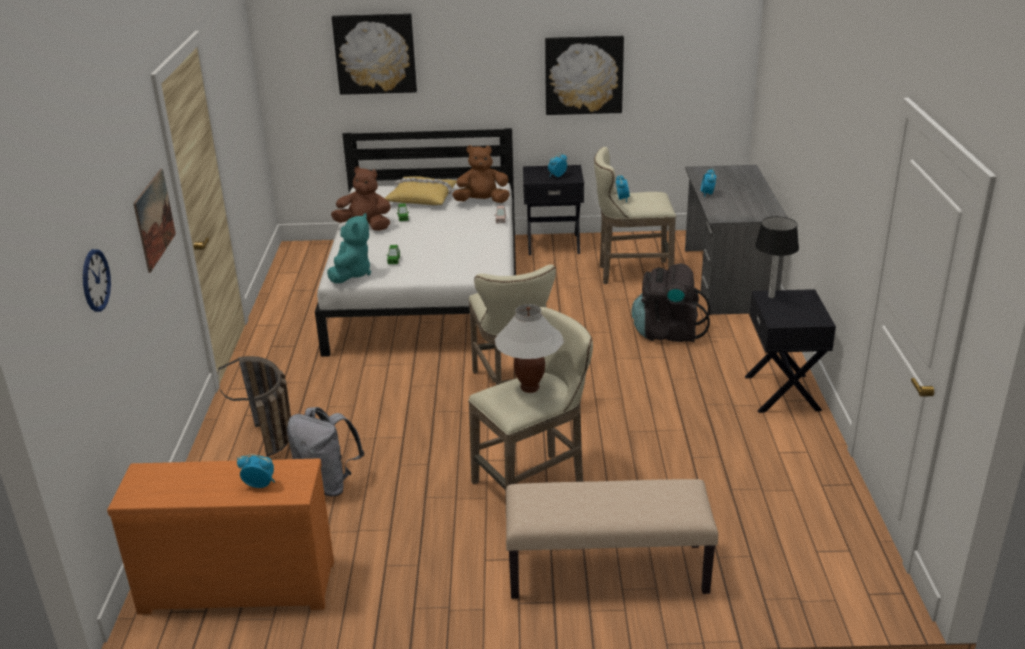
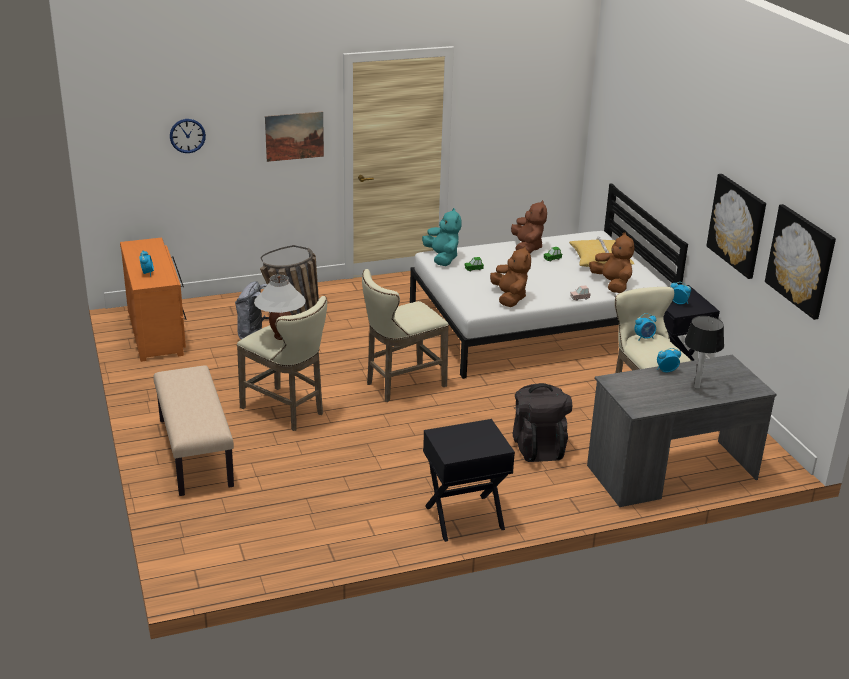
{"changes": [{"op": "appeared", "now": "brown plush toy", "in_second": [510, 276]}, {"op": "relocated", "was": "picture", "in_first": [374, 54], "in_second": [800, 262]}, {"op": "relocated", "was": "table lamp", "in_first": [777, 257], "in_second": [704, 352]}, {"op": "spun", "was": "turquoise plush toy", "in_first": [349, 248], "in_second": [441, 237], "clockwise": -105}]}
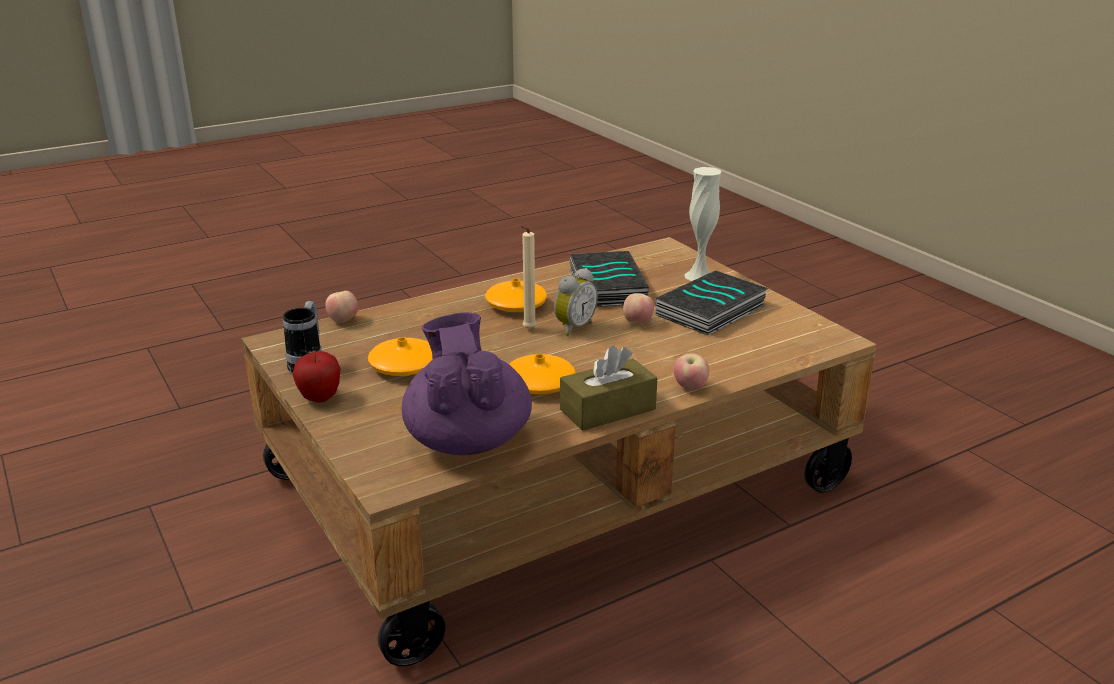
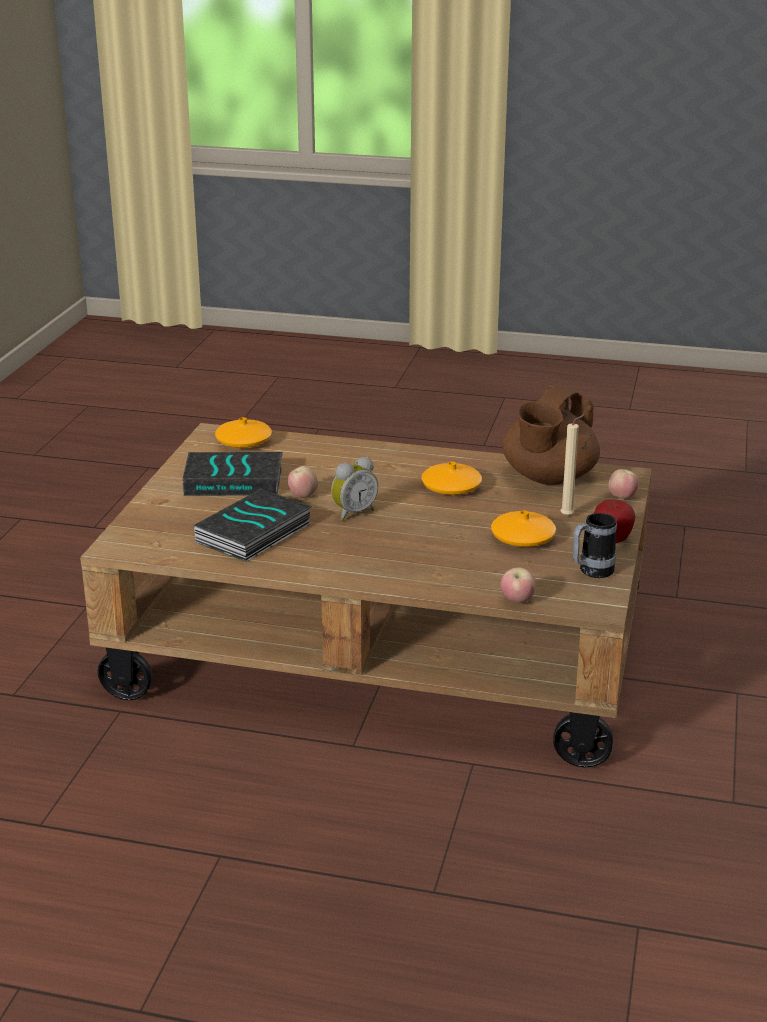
{"changes": [{"op": "missing", "was": "brown tissue box", "in_first": [609, 388]}, {"op": "missing", "was": "white vase", "in_first": [703, 224]}, {"op": "relocated", "was": "orange vase", "in_first": [516, 295], "in_second": [243, 432]}, {"op": "relocated", "was": "beige candle", "in_first": [529, 277], "in_second": [572, 465]}, {"op": "relocated", "was": "apple", "in_first": [691, 372], "in_second": [623, 484]}, {"op": "colour", "was": "purple teapot", "now": "brown teapot", "in_first": [466, 383], "in_second": [551, 435]}, {"op": "spun", "was": "alarm clock", "in_first": [576, 302], "in_second": [354, 489], "clockwise": 150}]}
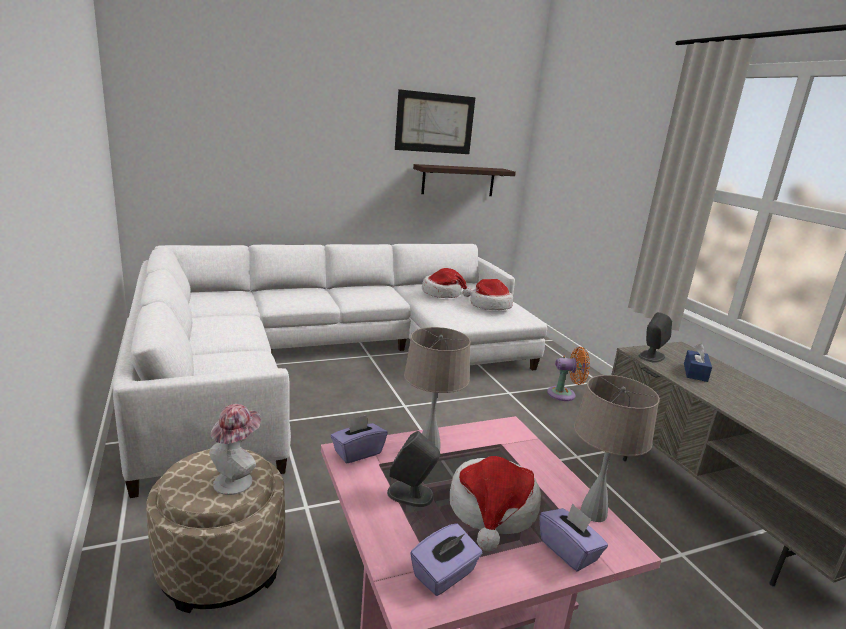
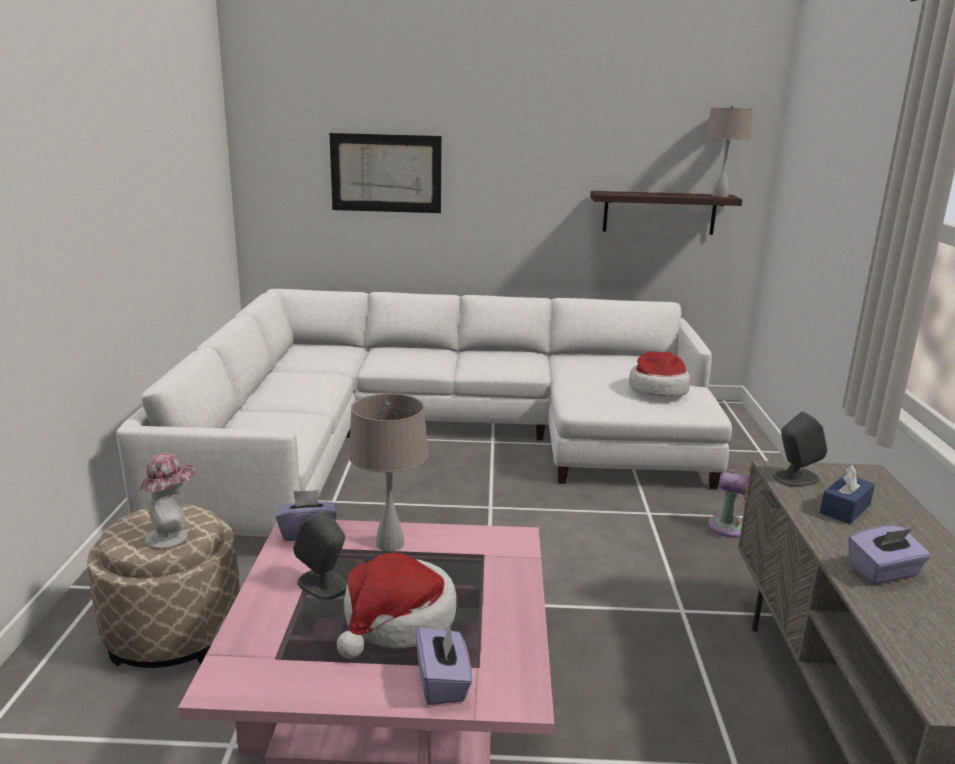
{"changes": [{"op": "missing", "was": "hat", "in_first": [447, 283]}, {"op": "relocated", "was": "picture", "in_first": [435, 121], "in_second": [386, 173]}, {"op": "relocated", "was": "purple tissue box", "in_first": [446, 559], "in_second": [889, 555]}, {"op": "relocated", "was": "beige table lamp", "in_first": [617, 448], "in_second": [728, 151]}]}
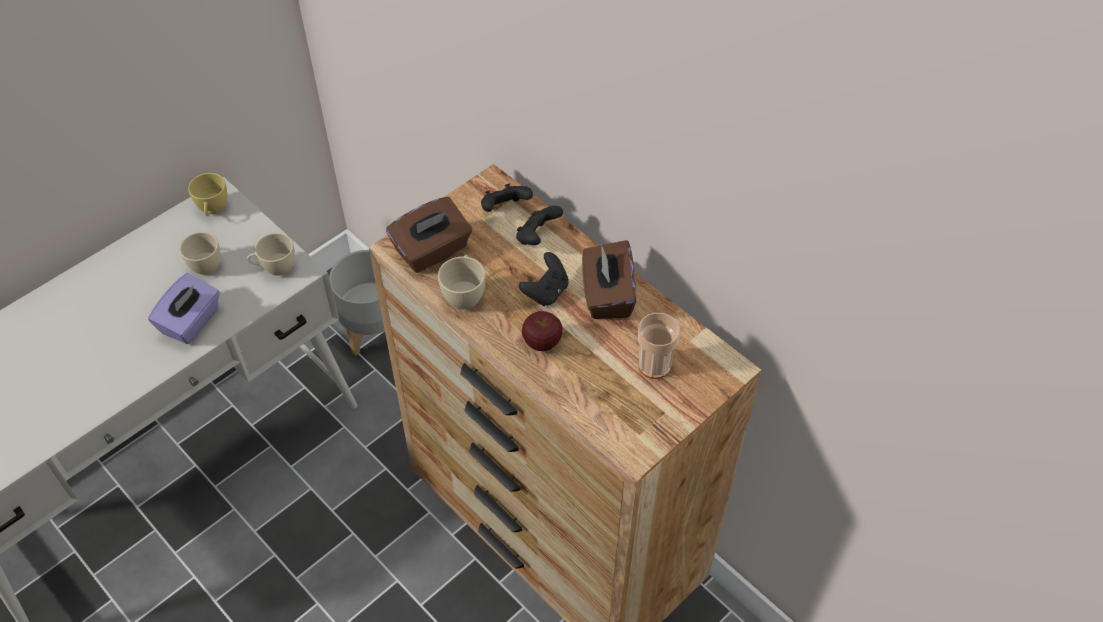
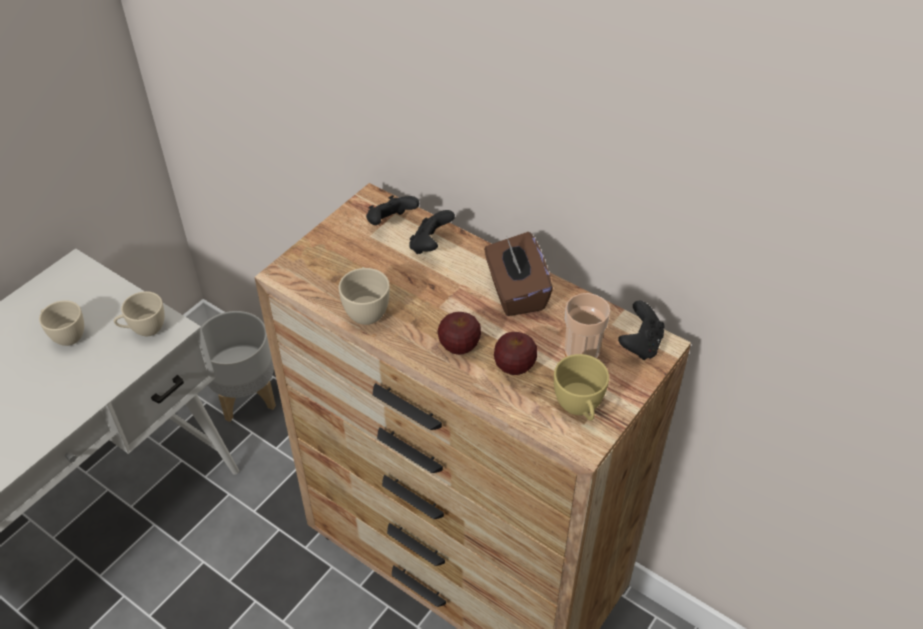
{"changes": [{"op": "missing", "was": "purple tissue box", "in_first": [184, 308]}, {"op": "missing", "was": "brown tissue box", "in_first": [429, 235]}, {"op": "appeared", "now": "apple", "in_second": [515, 353]}, {"op": "relocated", "was": "yellow cup", "in_first": [207, 194], "in_second": [581, 387]}, {"op": "relocated", "was": "black game controller", "in_first": [544, 279], "in_second": [641, 330]}]}
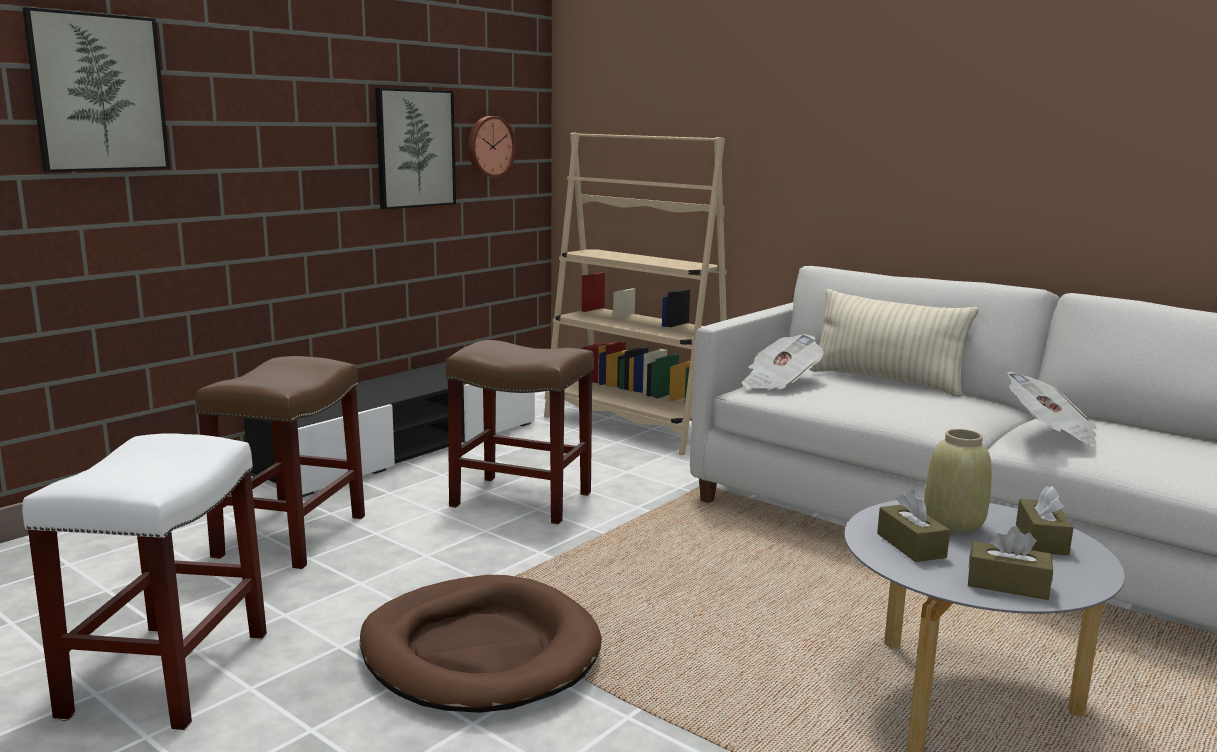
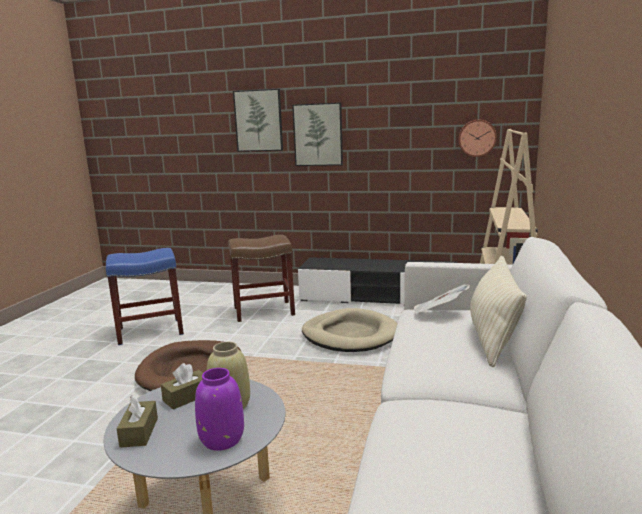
{"changes": [{"op": "missing", "was": "newspaper", "in_first": [1052, 409]}, {"op": "relocated", "was": "picture", "in_first": [415, 148], "in_second": [317, 134]}, {"op": "exchanged", "was": "brown stool", "now": "beige dog bed", "in_first": [520, 432], "in_second": [350, 330]}, {"op": "exchanged", "was": "brown tissue box", "now": "purple vase", "in_first": [1044, 520], "in_second": [219, 409]}, {"op": "colour", "was": "white stool", "now": "blue stool", "in_first": [144, 581], "in_second": [145, 296]}]}
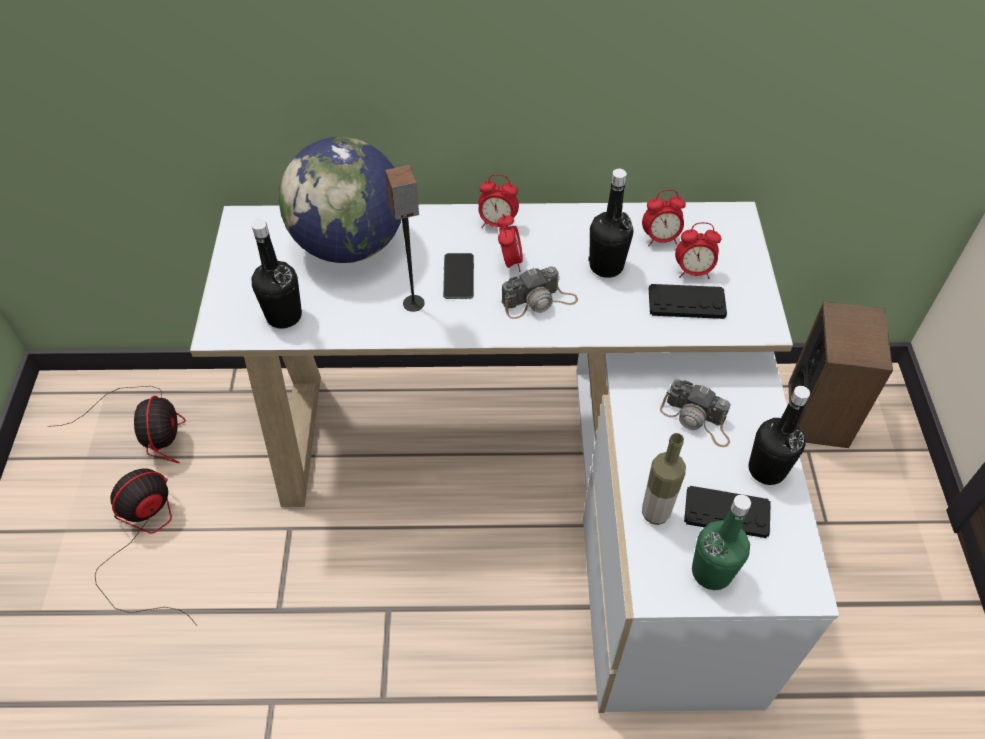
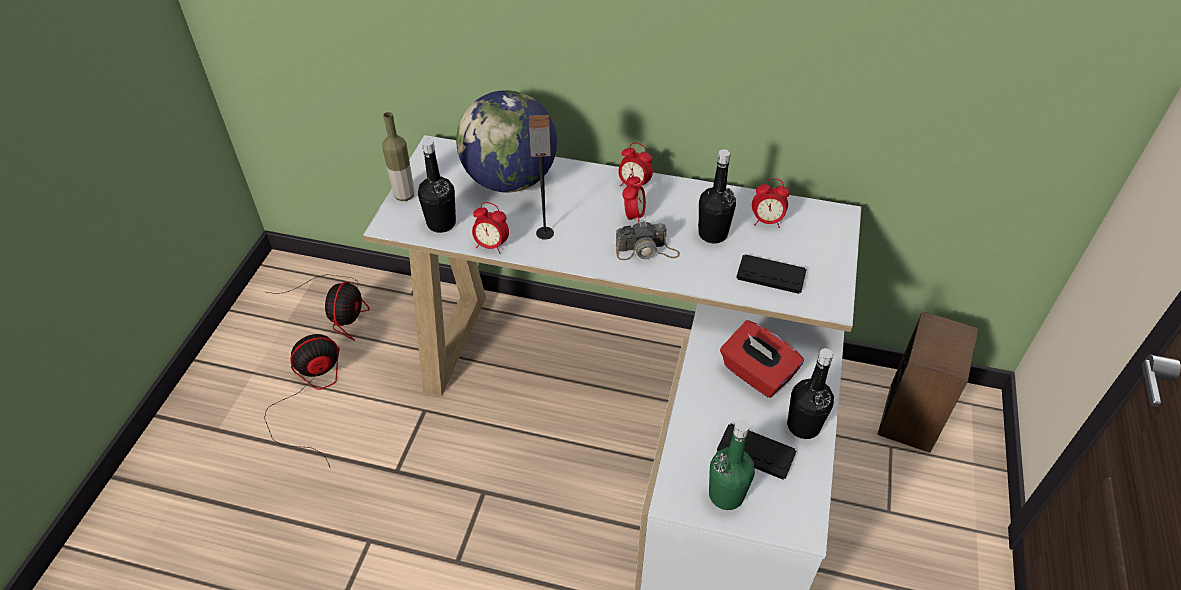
{"changes": [{"op": "missing", "was": "phone", "in_first": [458, 276]}, {"op": "relocated", "was": "bottle", "in_first": [664, 479], "in_second": [398, 156]}, {"op": "relocated", "was": "alarm clock", "in_first": [698, 250], "in_second": [490, 228]}, {"op": "exchanged", "was": "photo camera", "now": "red tissue box", "in_first": [695, 413], "in_second": [762, 359]}]}
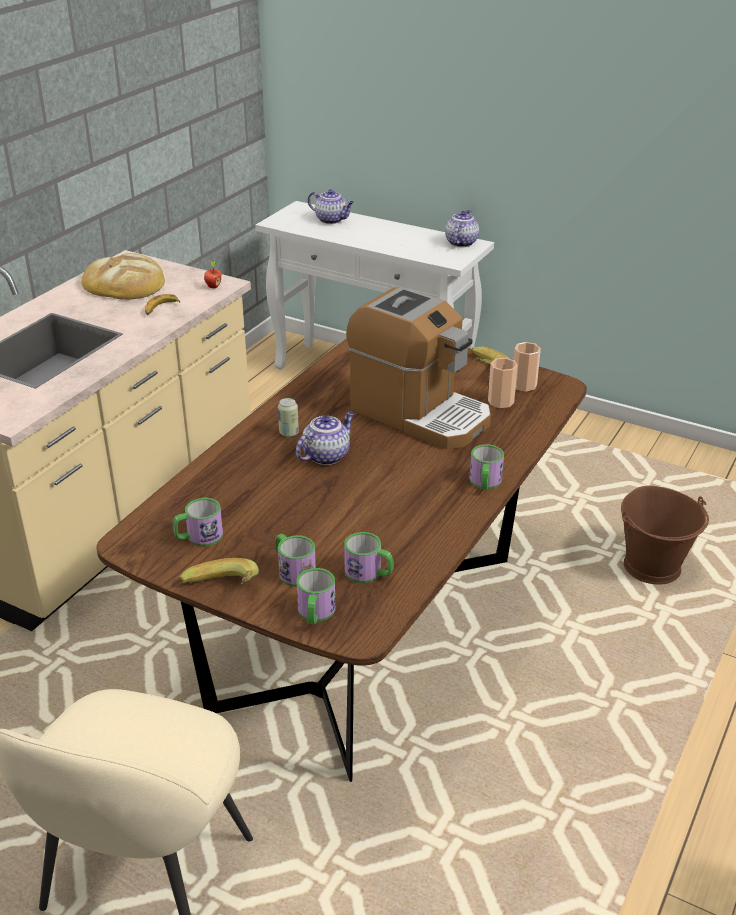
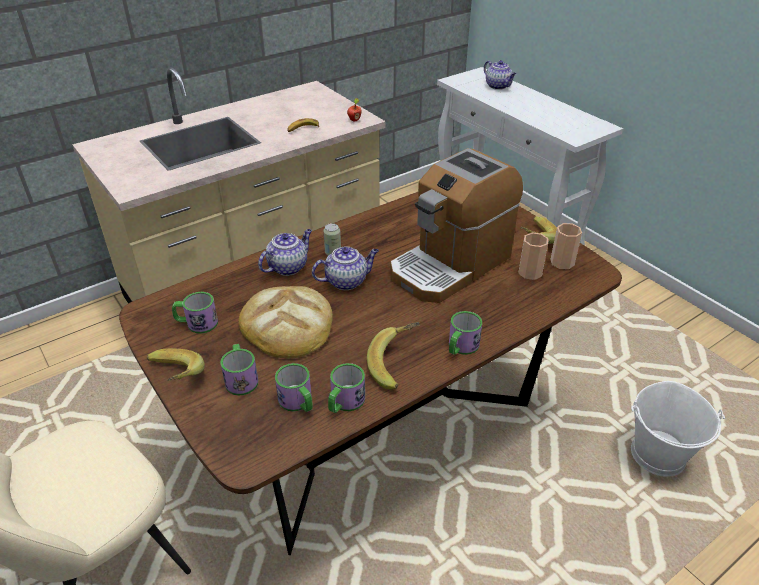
{"changes": [{"op": "appeared", "now": "banana", "in_second": [393, 355]}, {"op": "relocated", "was": "bread", "in_first": [123, 276], "in_second": [286, 322]}, {"op": "relocated", "was": "mug", "in_first": [316, 596], "in_second": [346, 388]}, {"op": "relocated", "was": "teapot", "in_first": [462, 228], "in_second": [285, 252]}, {"op": "colour", "was": "brown bucket", "now": "white bucket", "in_first": [665, 535], "in_second": [678, 429]}, {"op": "spun", "was": "coffee machine", "in_first": [418, 368], "in_second": [456, 225], "clockwise": 75}]}
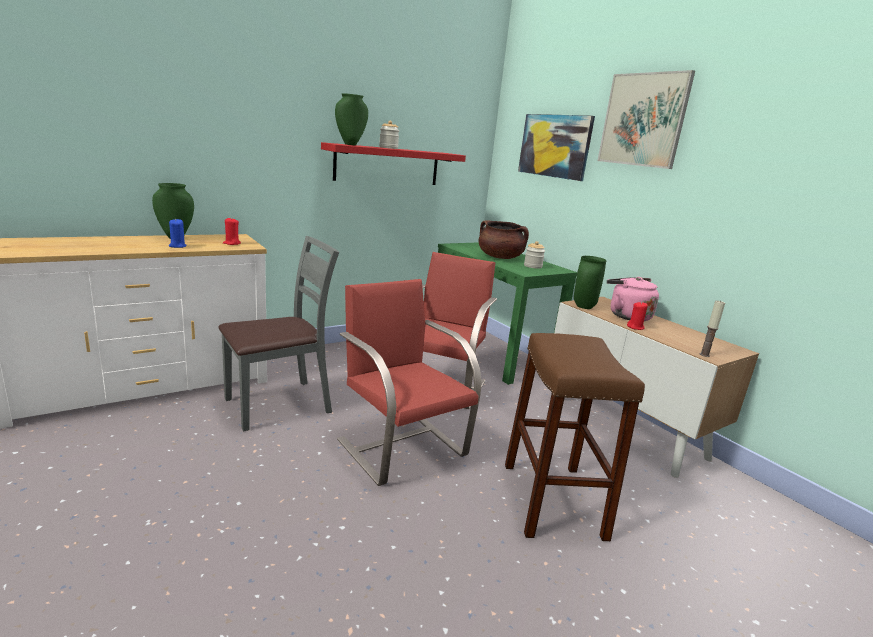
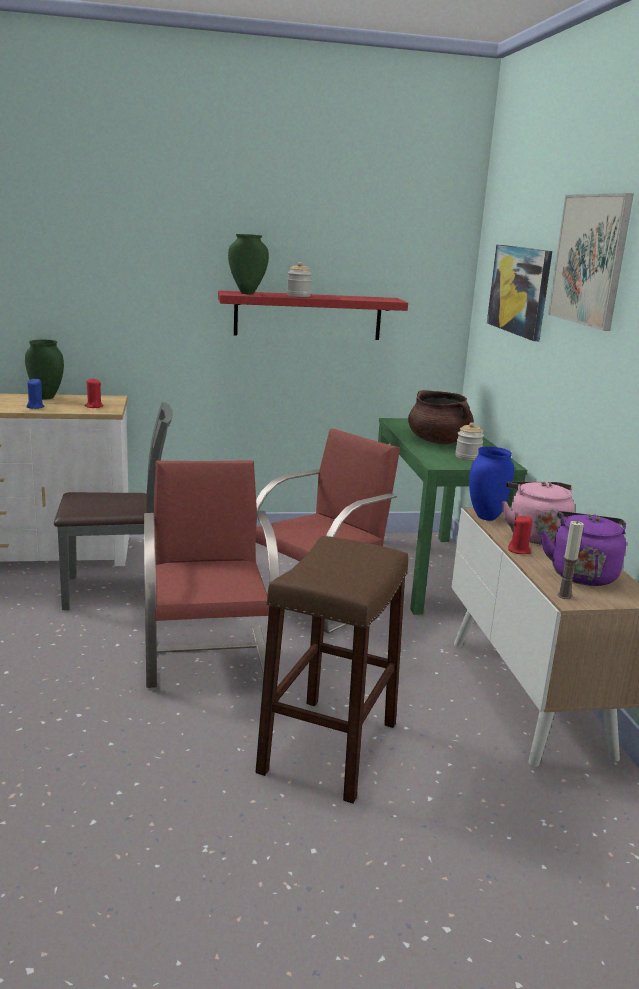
{"changes": [{"op": "appeared", "now": "purple kettle", "in_second": [583, 548]}, {"op": "colour", "was": "green vase", "now": "blue vase", "in_first": [590, 282], "in_second": [491, 483]}]}
